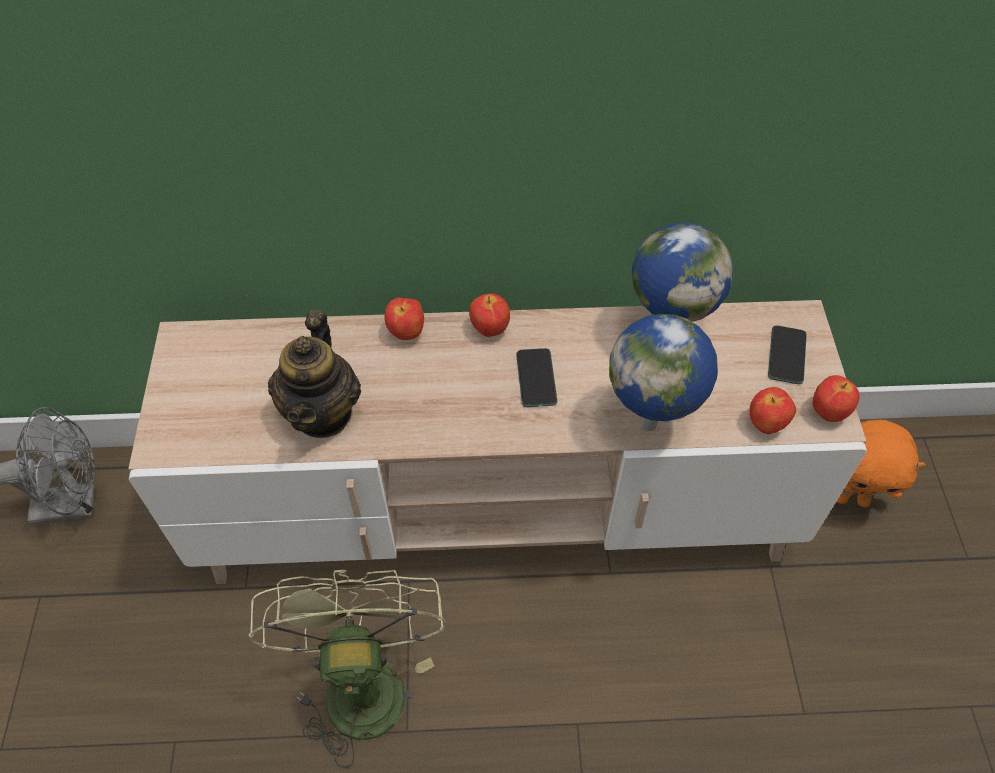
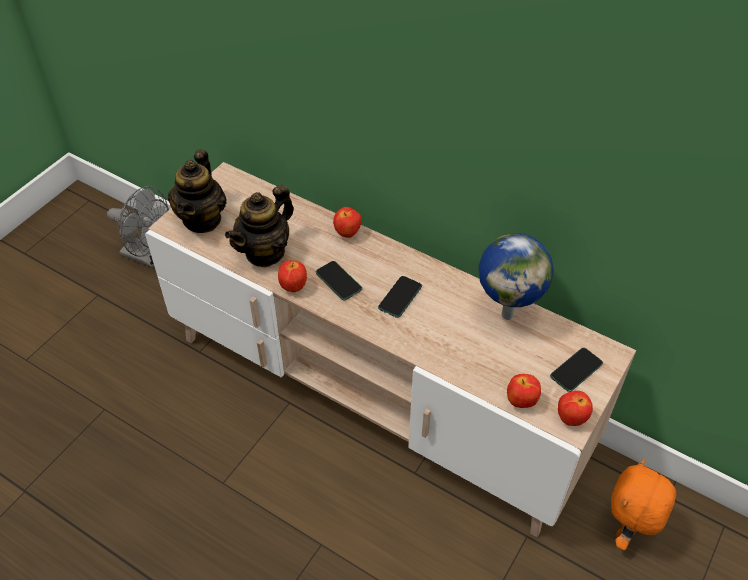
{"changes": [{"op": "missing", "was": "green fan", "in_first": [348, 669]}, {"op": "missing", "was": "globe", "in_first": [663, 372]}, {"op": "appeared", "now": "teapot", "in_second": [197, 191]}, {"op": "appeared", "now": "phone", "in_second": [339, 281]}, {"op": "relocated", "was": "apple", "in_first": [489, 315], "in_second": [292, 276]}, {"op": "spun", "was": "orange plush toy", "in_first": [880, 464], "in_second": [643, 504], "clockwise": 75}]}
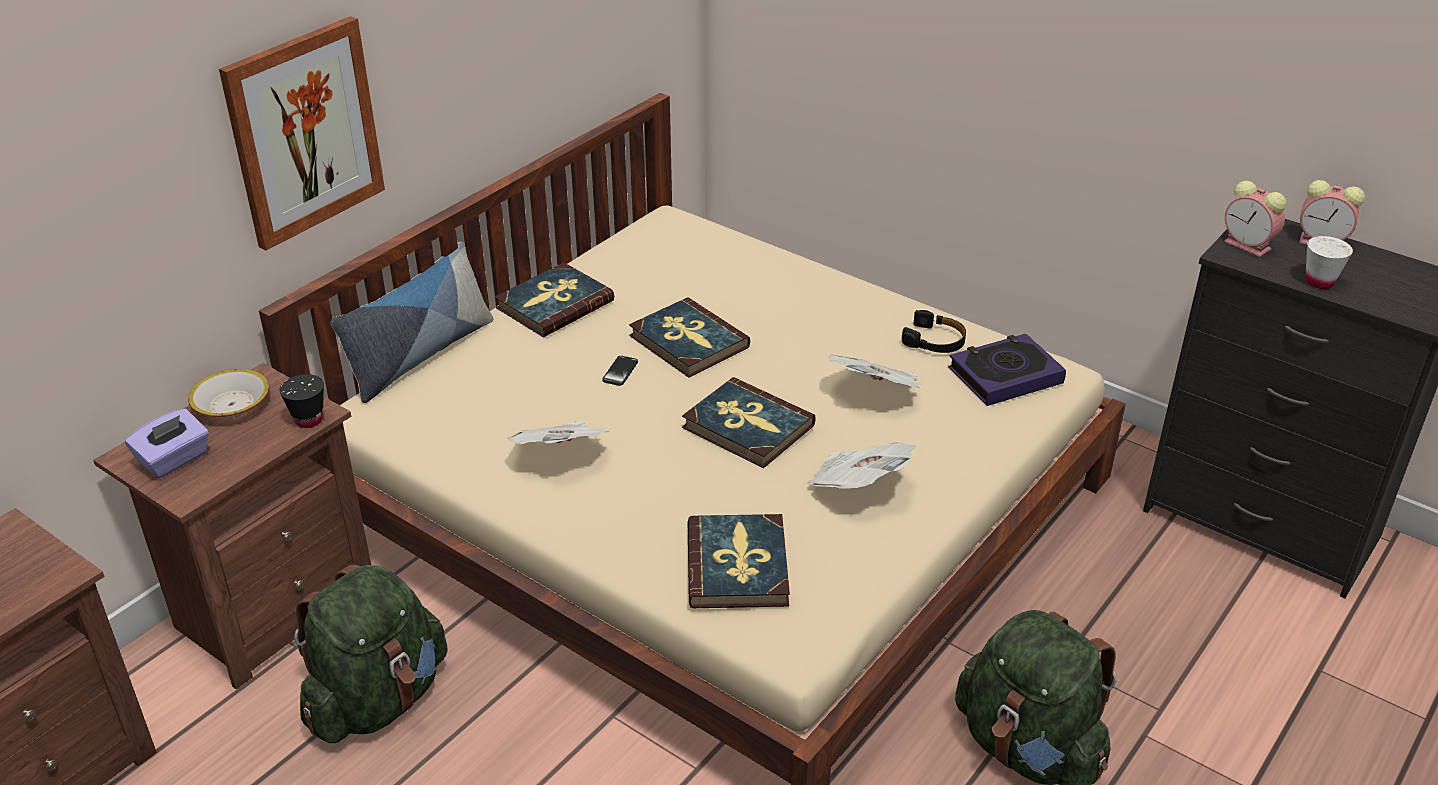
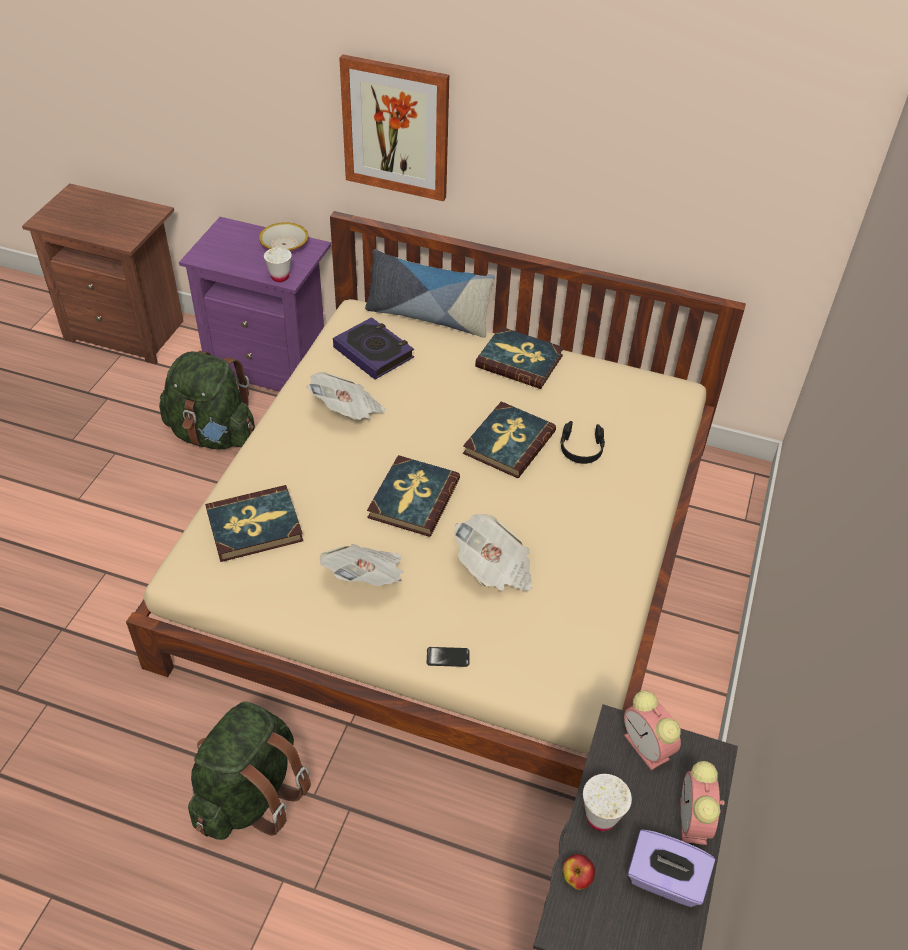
{"changes": [{"op": "appeared", "now": "apple", "in_second": [579, 872]}, {"op": "relocated", "was": "purple tissue box", "in_first": [167, 443], "in_second": [671, 868]}, {"op": "relocated", "was": "phone", "in_first": [620, 371], "in_second": [448, 657]}, {"op": "relocated", "was": "black headphones", "in_first": [934, 331], "in_second": [582, 442]}, {"op": "relocated", "was": "book", "in_first": [1007, 370], "in_second": [373, 348]}, {"op": "colour", "was": "brown nightstand", "now": "purple nightstand", "in_first": [232, 526], "in_second": [255, 304]}, {"op": "colour", "was": "black cup", "now": "white cup", "in_first": [301, 401], "in_second": [278, 264]}, {"op": "spun", "was": "alarm clock", "in_first": [1255, 219], "in_second": [652, 731], "clockwise": -60}]}
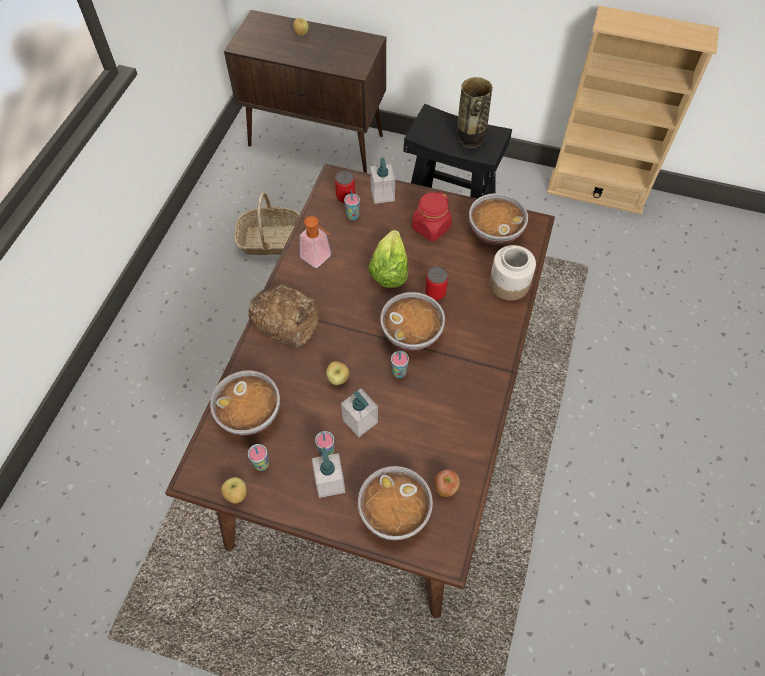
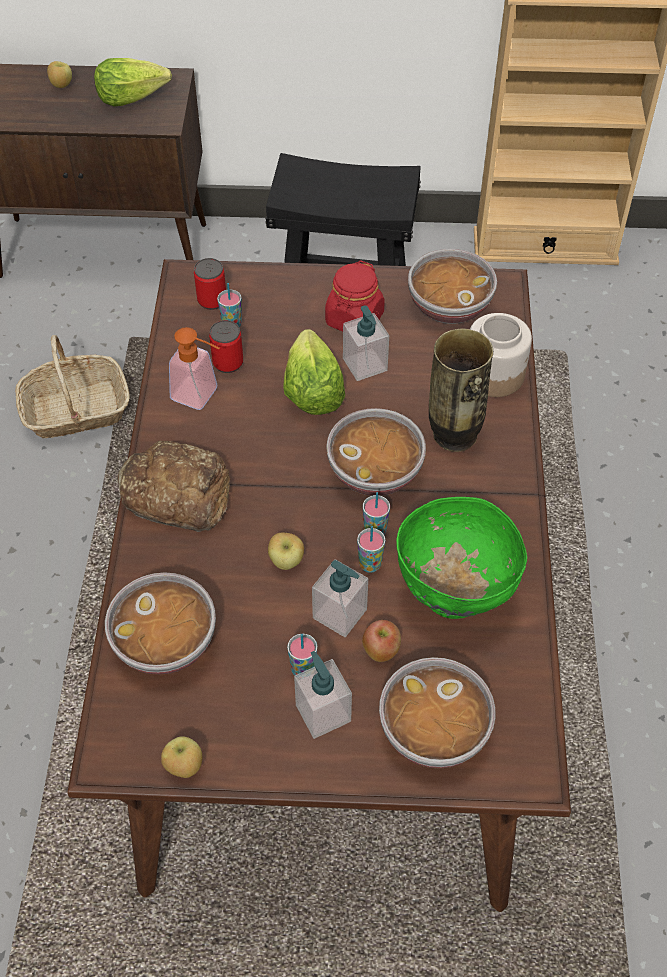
{"changes": [{"op": "appeared", "now": "lettuce", "in_second": [133, 82]}, {"op": "appeared", "now": "green bowl", "in_second": [461, 558]}, {"op": "relocated", "was": "cup", "in_first": [258, 457], "in_second": [371, 549]}, {"op": "relocated", "was": "soap dispenser", "in_first": [382, 181], "in_second": [366, 343]}, {"op": "relocated", "was": "can", "in_first": [436, 284], "in_second": [226, 346]}, {"op": "relocated", "was": "apple", "in_first": [447, 483], "in_second": [381, 641]}, {"op": "relocated", "was": "vase", "in_first": [475, 112], "in_second": [461, 390]}]}
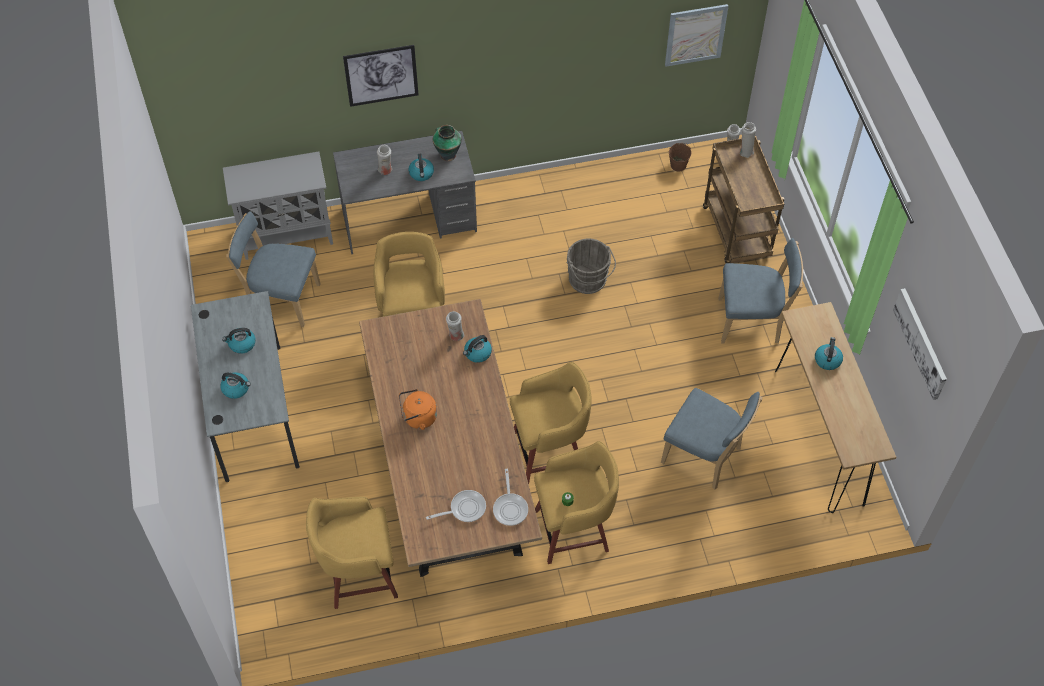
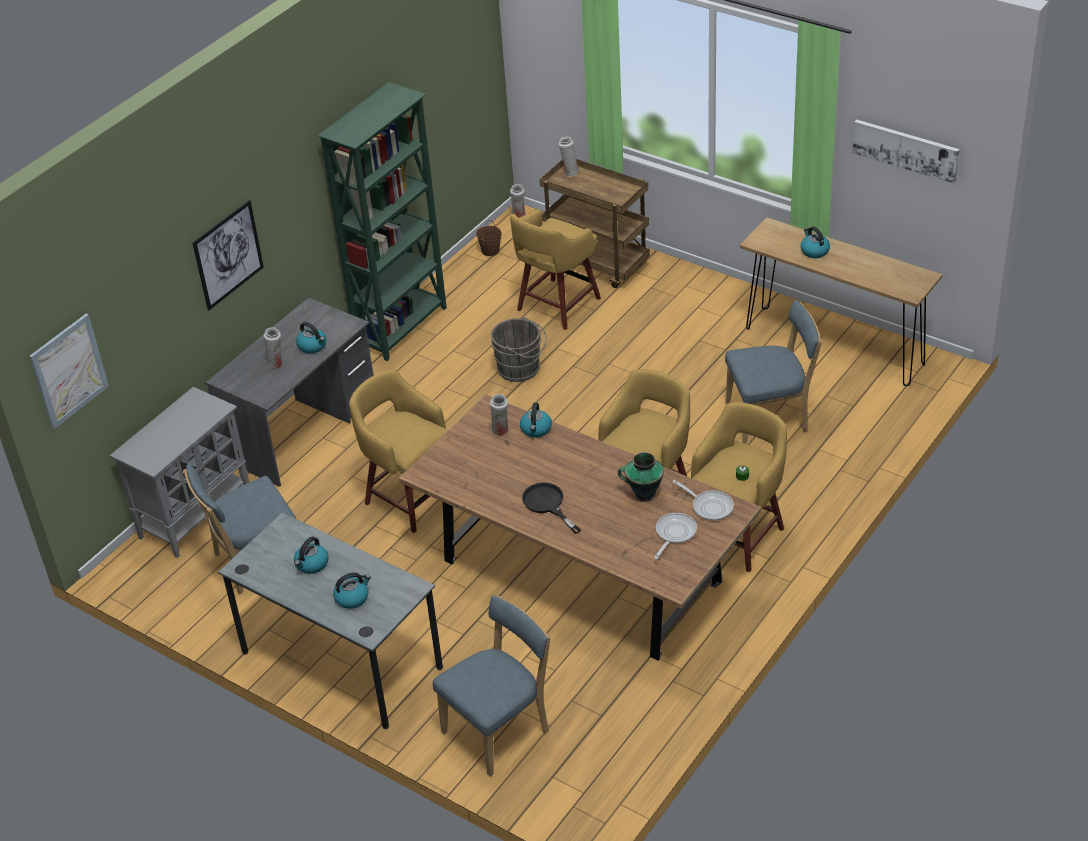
{"changes": [{"op": "appeared", "now": "green bookcase", "in_second": [382, 221]}, {"op": "relocated", "was": "yellow stool", "in_first": [352, 552], "in_second": [555, 269]}, {"op": "relocated", "was": "vase", "in_first": [447, 143], "in_second": [641, 477]}, {"op": "relocated", "was": "picture", "in_first": [696, 35], "in_second": [69, 371]}, {"op": "relocated", "was": "blue chair", "in_first": [760, 291], "in_second": [491, 685]}, {"op": "exchanged", "was": "orange kettle", "now": "black frying pan", "in_first": [418, 409], "in_second": [551, 508]}]}
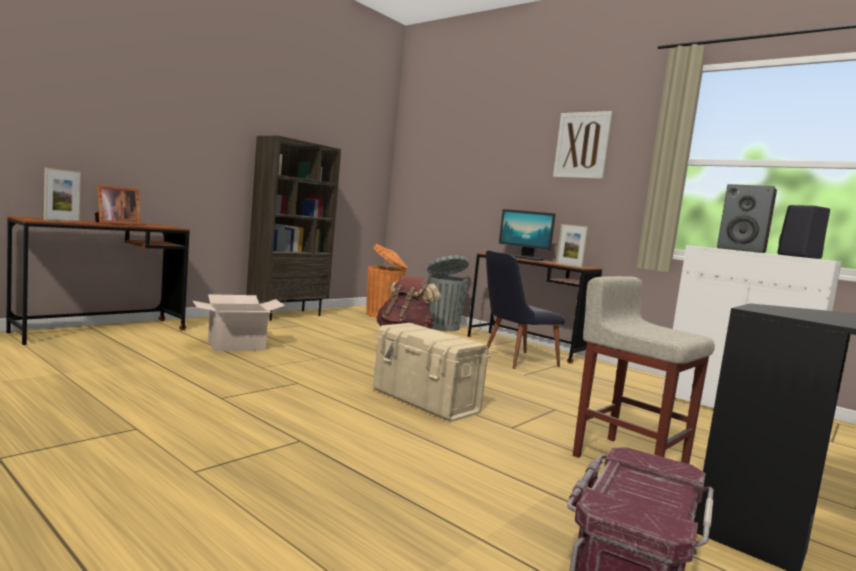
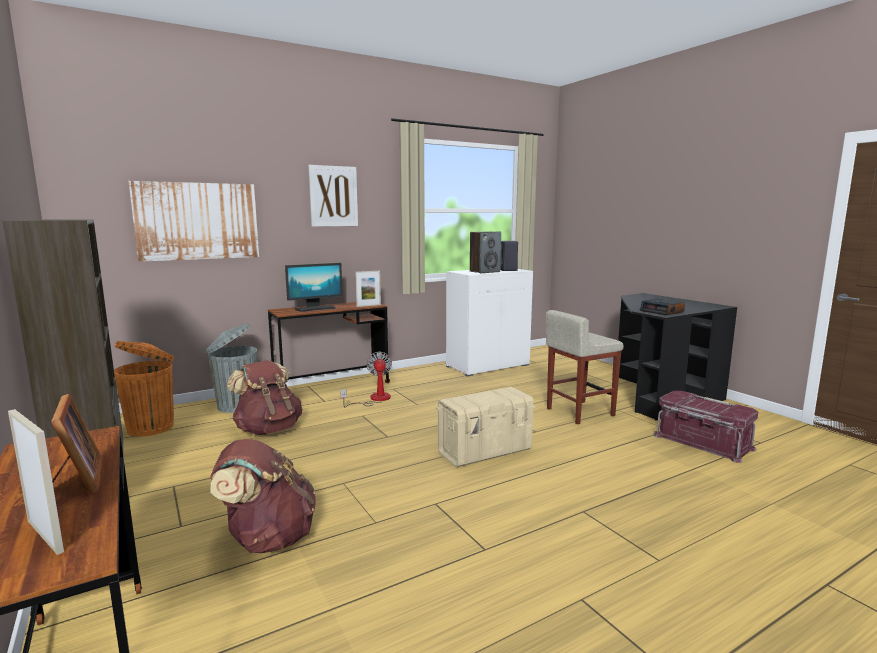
{"changes": [{"op": "appeared", "now": "picture", "in_second": [194, 221]}, {"op": "appeared", "now": "alarm clock", "in_second": [662, 307]}, {"op": "exchanged", "was": "cardboard box", "now": "brown backpack", "in_first": [239, 323], "in_second": [263, 496]}, {"op": "exchanged", "was": "black chair", "now": "fan", "in_first": [525, 309], "in_second": [366, 380]}]}
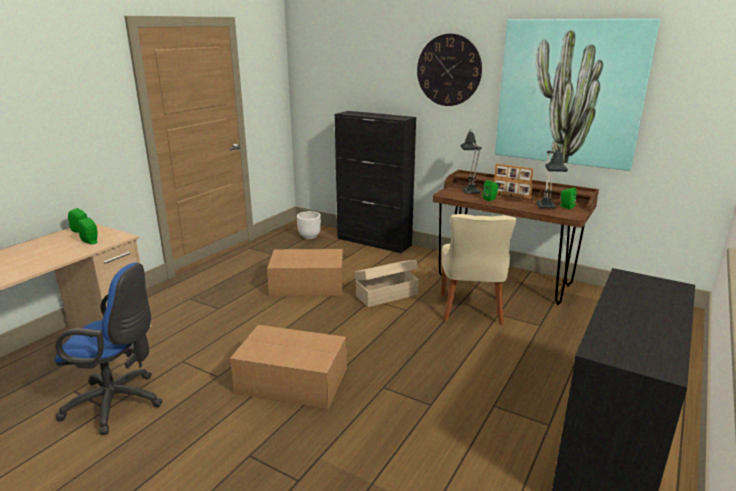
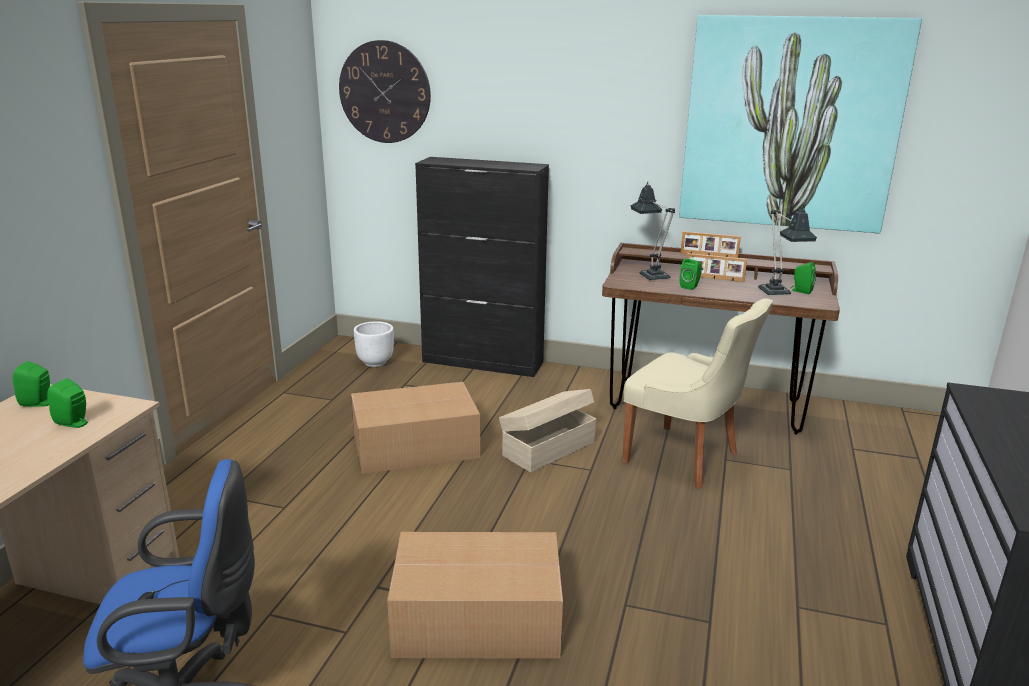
{"changes": [{"op": "relocated", "was": "wall clock", "in_first": [449, 70], "in_second": [385, 91]}, {"op": "spun", "was": "beige chair", "in_first": [479, 269], "in_second": [697, 393], "clockwise": -45}]}
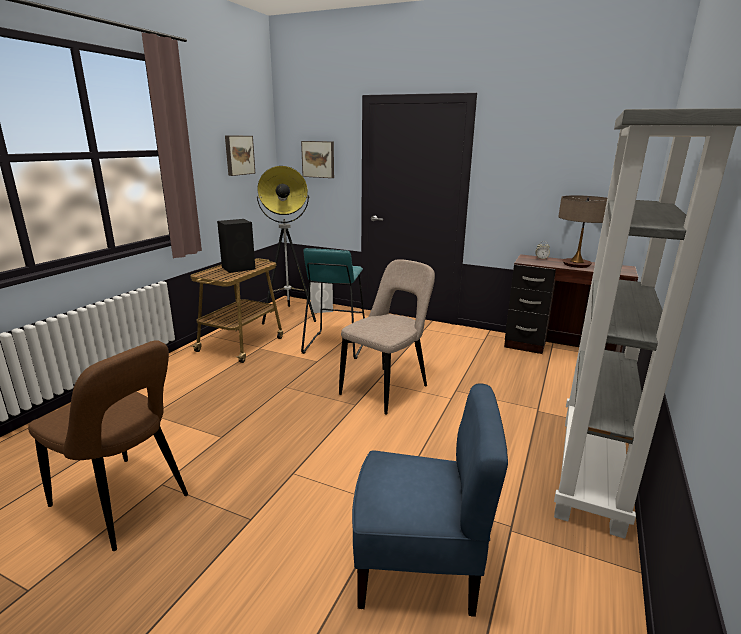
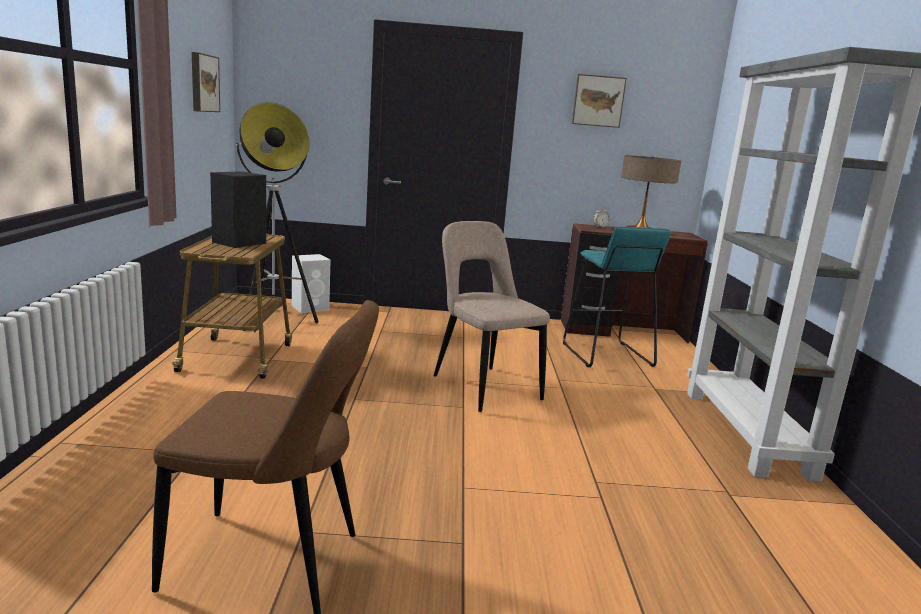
{"changes": [{"op": "missing", "was": "blue chair", "in_first": [430, 500]}, {"op": "relocated", "was": "picture", "in_first": [317, 159], "in_second": [599, 101]}, {"op": "relocated", "was": "turquoise stool", "in_first": [333, 303], "in_second": [617, 297]}, {"op": "spun", "was": "beige chair", "in_first": [387, 337], "in_second": [492, 316], "clockwise": -45}]}
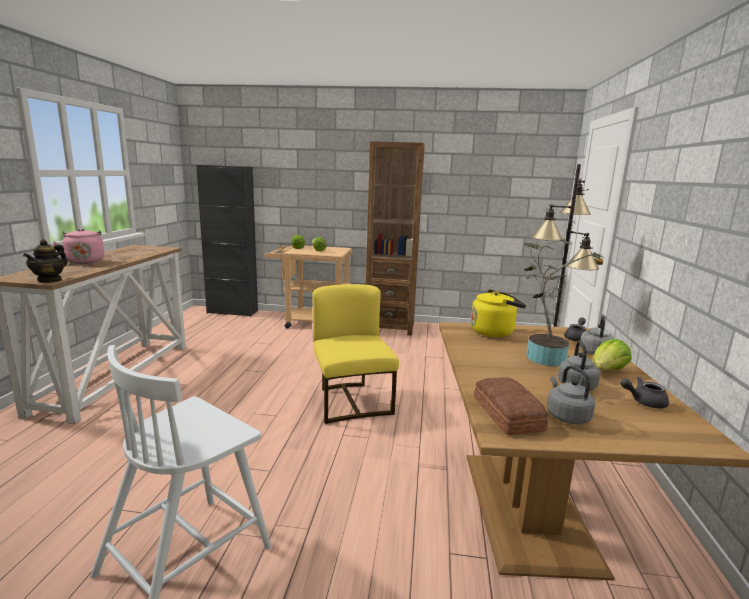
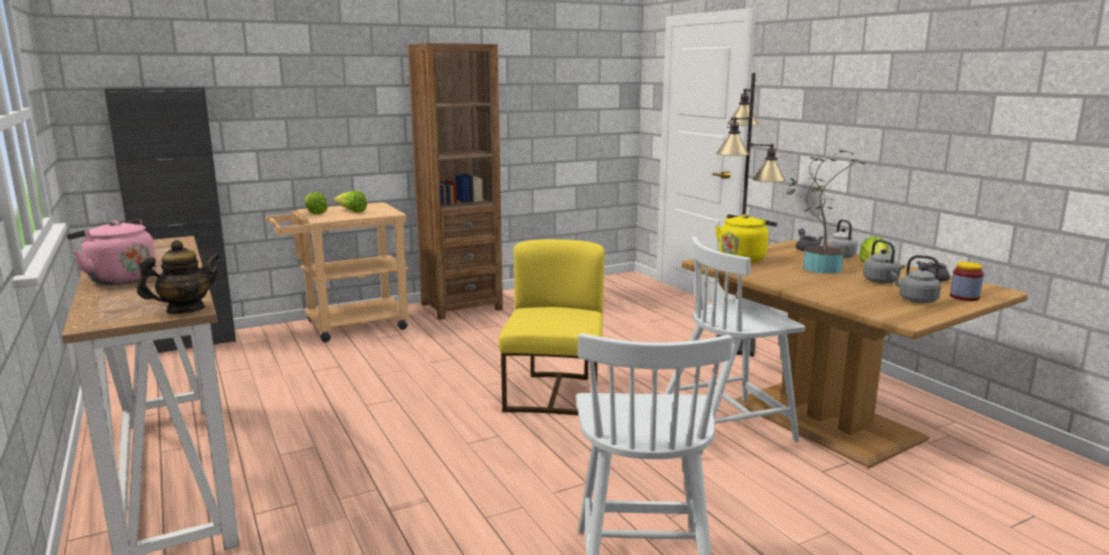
{"changes": [{"op": "missing", "was": "bread", "in_first": [511, 406]}, {"op": "appeared", "now": "white chair", "in_second": [734, 346]}, {"op": "appeared", "now": "jar", "in_second": [967, 281]}, {"op": "spun", "was": "teapot", "in_first": [45, 261], "in_second": [178, 277], "clockwise": -105}, {"op": "spun", "was": "yellow chair", "in_first": [356, 354], "in_second": [552, 327], "clockwise": 60}]}
